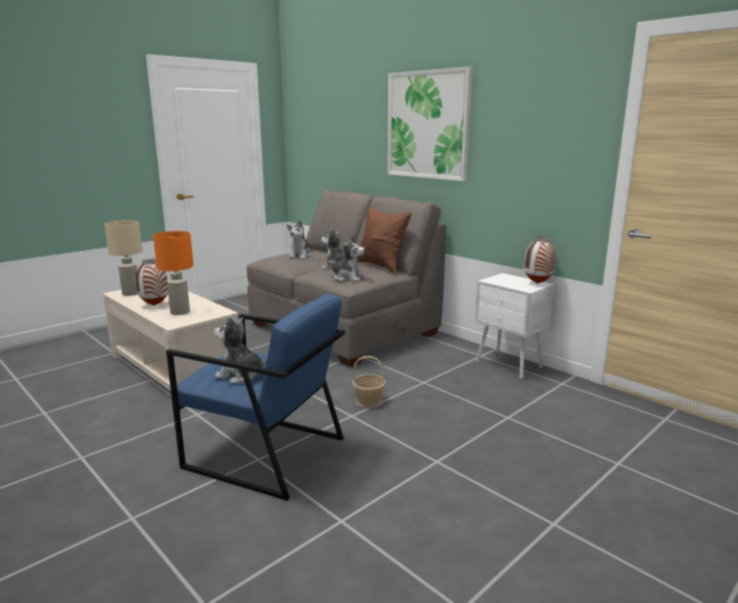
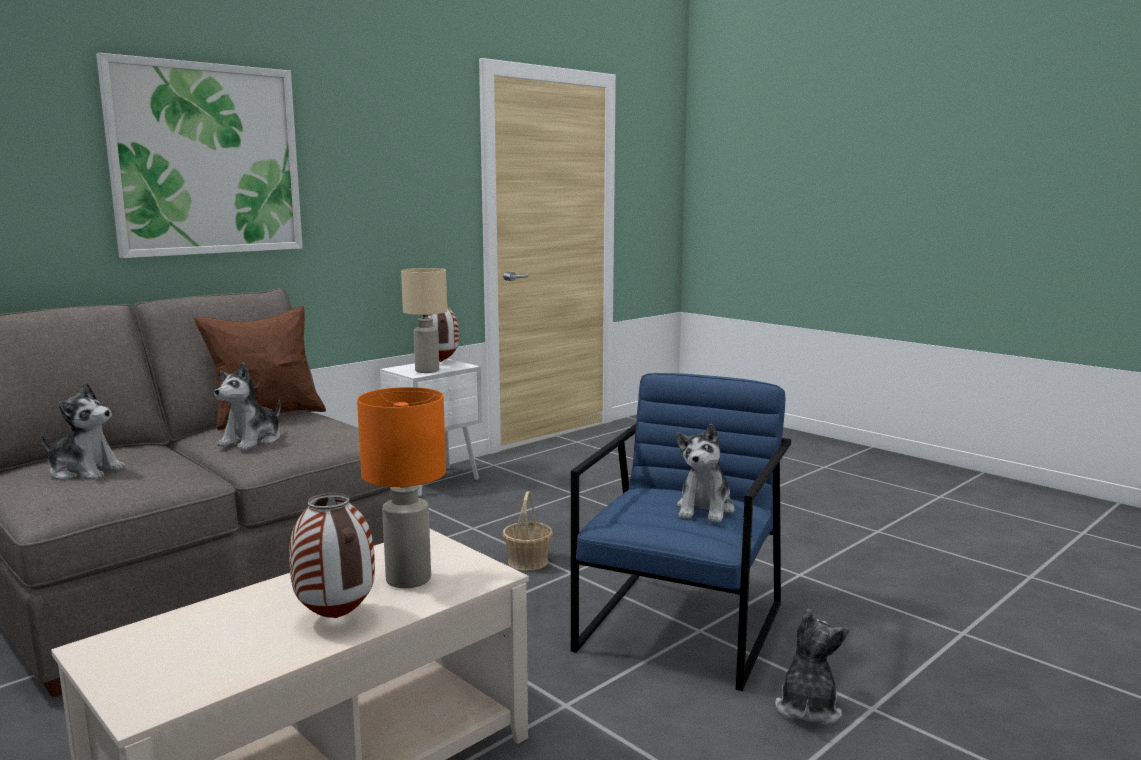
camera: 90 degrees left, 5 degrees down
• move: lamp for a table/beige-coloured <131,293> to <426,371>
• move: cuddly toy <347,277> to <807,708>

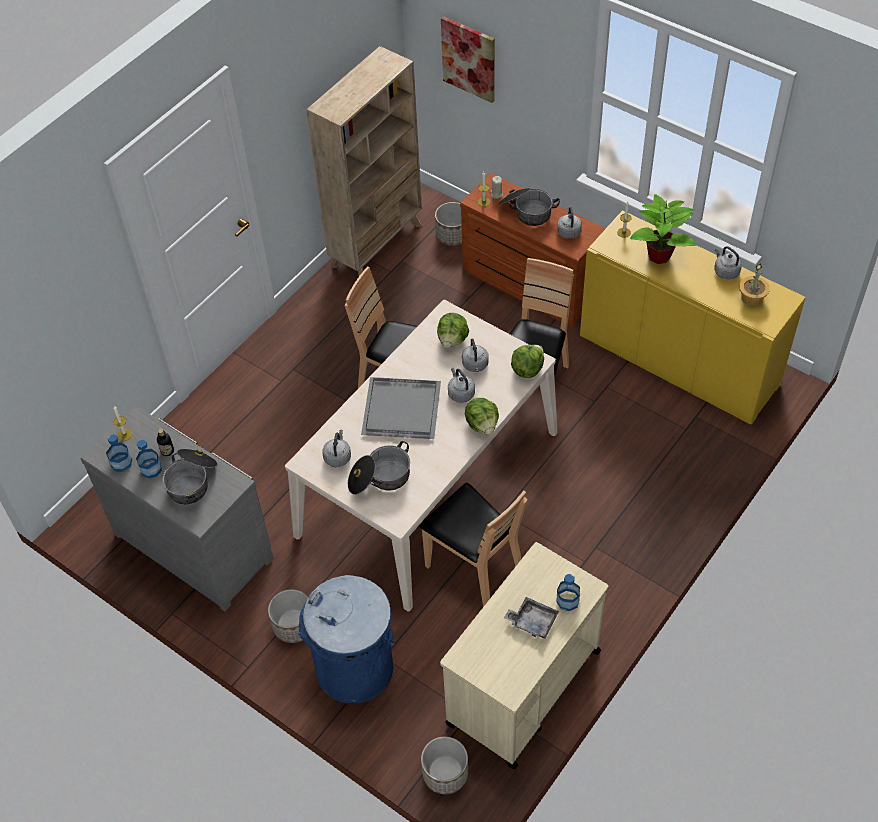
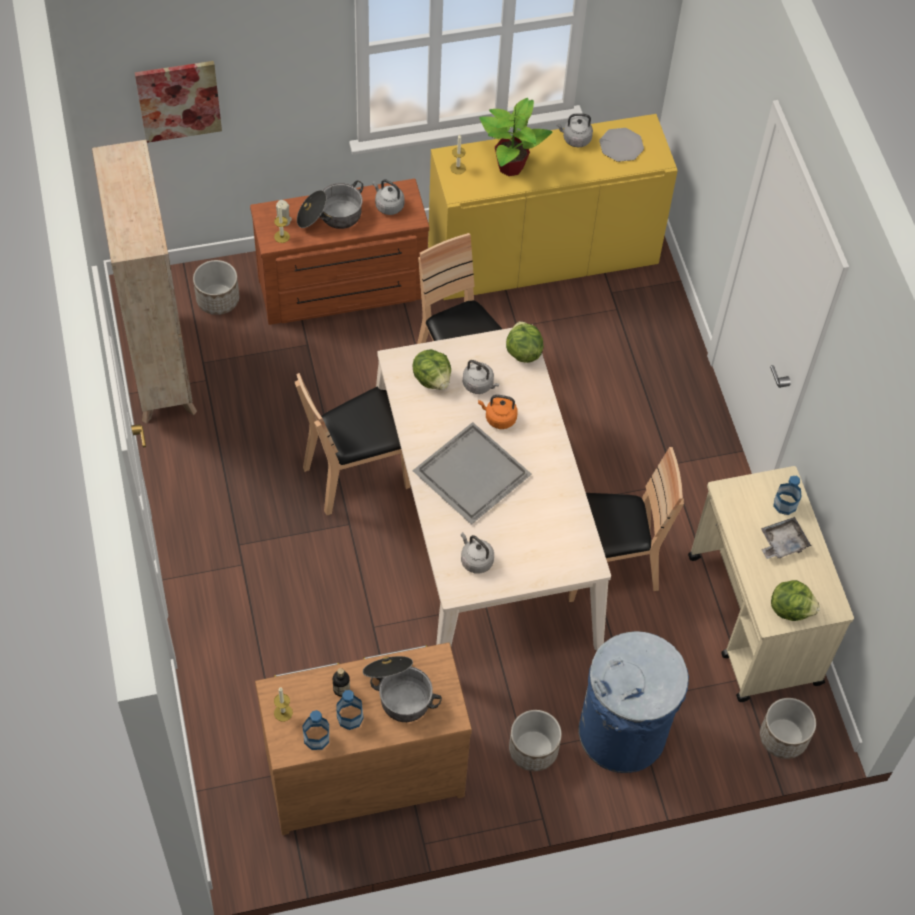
camera: 55 degrees left, 5 degrees up
• replace: houseplant <752,298> to plate <621,146>
• recolor: water kettle/greyish <460,393> to water kettle/orange-coloured <498,418>
• move: lettuce head <482,424> to <790,609>
• recolor: drawer chest/greyish <195,543> to drawer chest/brownish <362,769>
• delete: stockpot <380,478>

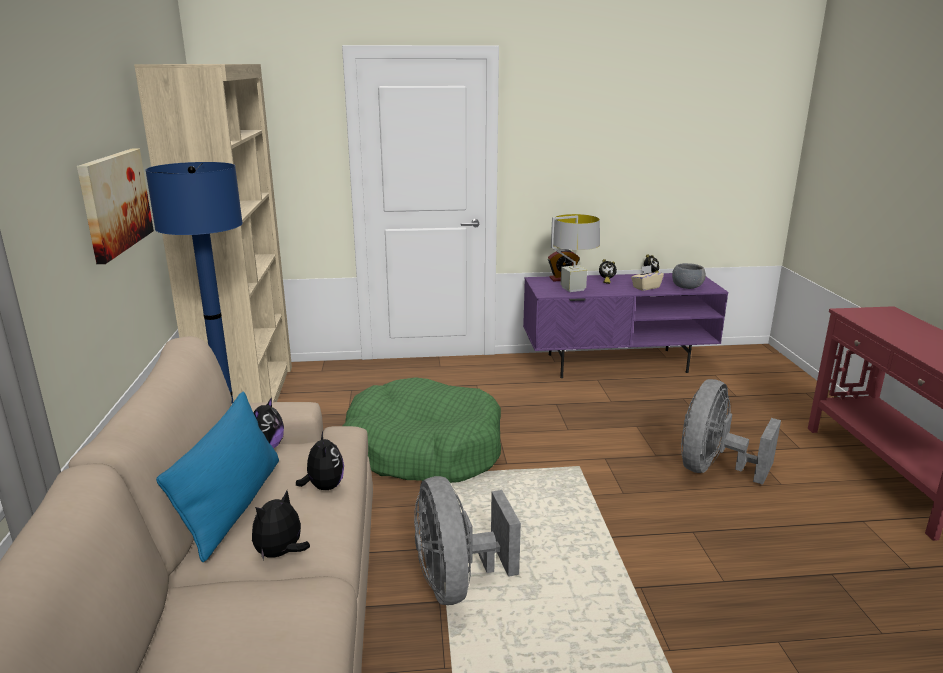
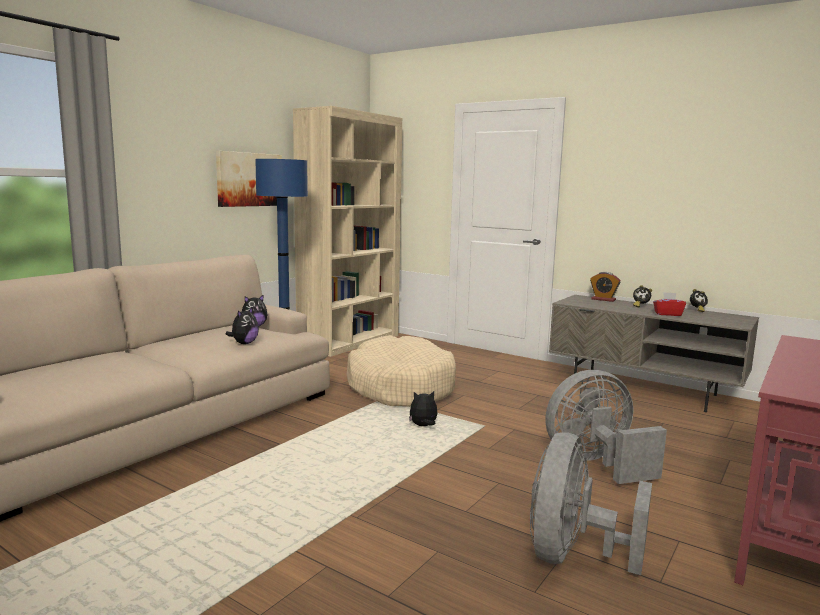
camera: 40 degrees right, 10 degrees down
• delete: lamp for a table/greyish <572,289>
• delete: serving bowl/greyish <687,287>
• recolor: tissue box/beige-coloured <646,287> to tissue box/red <667,314>
• recolor: tv stand/purple <617,363> to tv stand/greyish <644,390>
• recolor: dog bed/greenish <423,449> to dog bed/beige-coloured <400,387>
• delete: pillow/bluish <233,505>
• move: electric fan/greyish <457,582> to <573,555>
• move: cuddly toy <281,554> to <423,426>

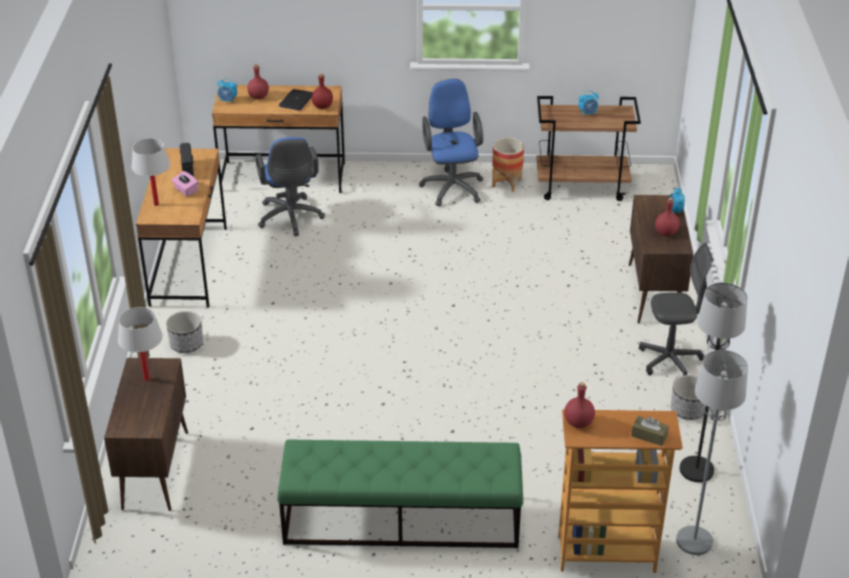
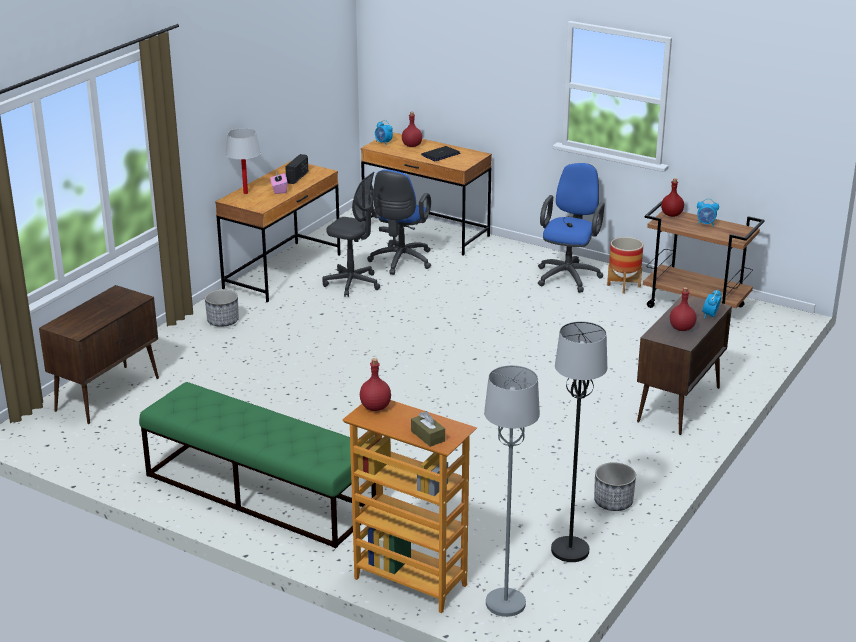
camera: 30 degrees right, 10 degrees down
• move: bottle/red <323,106> to <672,215>
• move: desk chair/greyish <670,360> to <352,284>
• delete: lamp for a table/whitish <146,378>

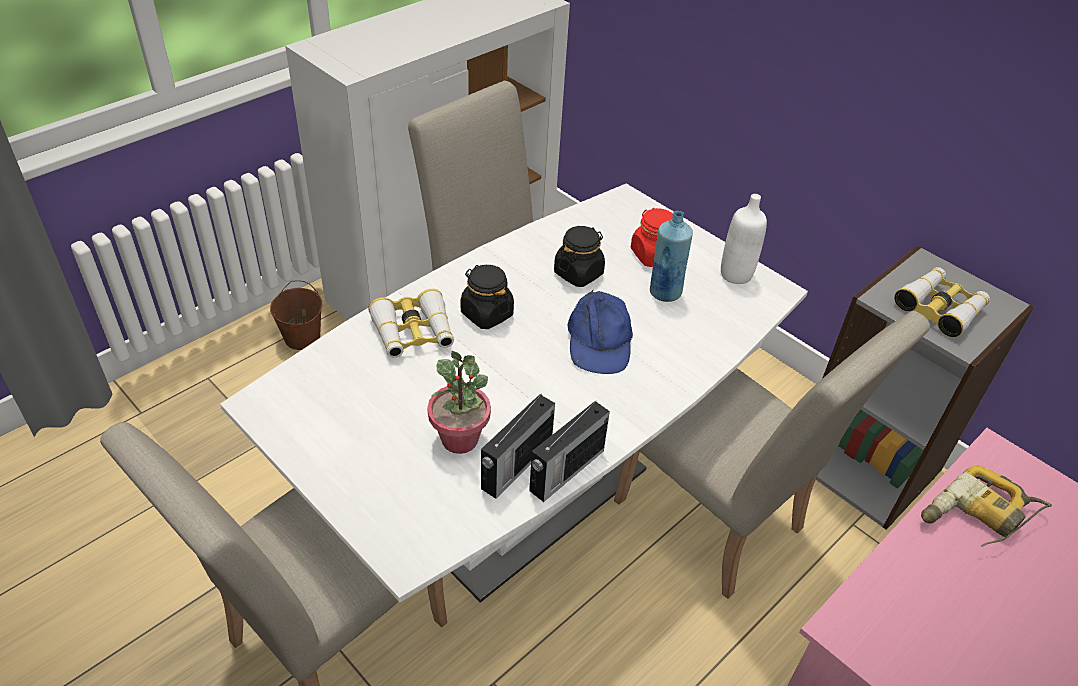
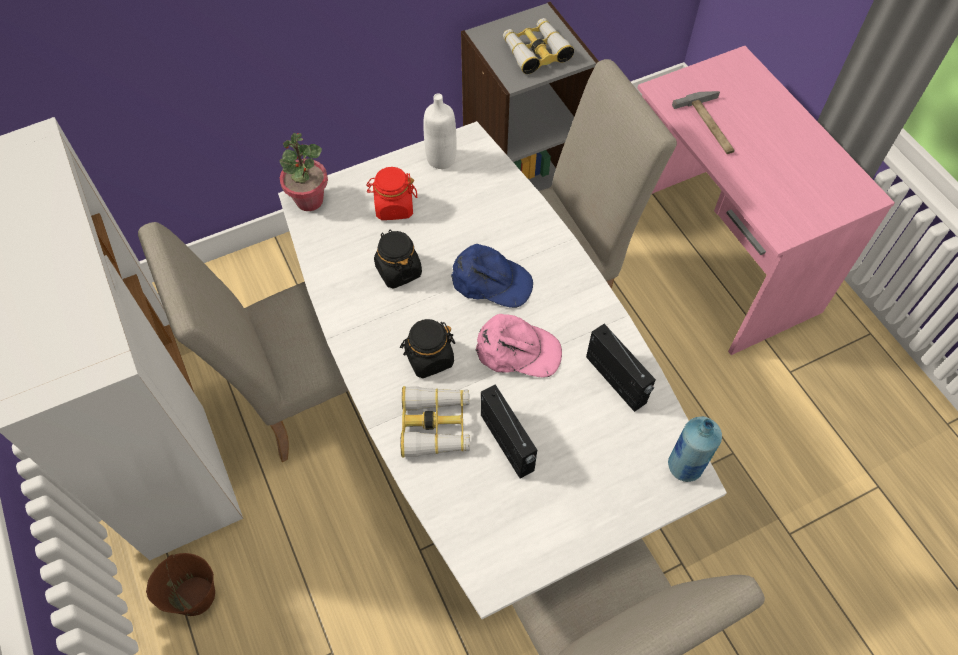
camera: 70 degrees left, 15 degrees up
• move: bottle/bluish <664,292> to <684,467>
• move: houseplant <460,439> to <309,200>
• move: radio <565,471> to <507,444>
• replace: electric drill <978,517> to tool hammer <711,126>
• insert: baseball cap/pink <518,351>

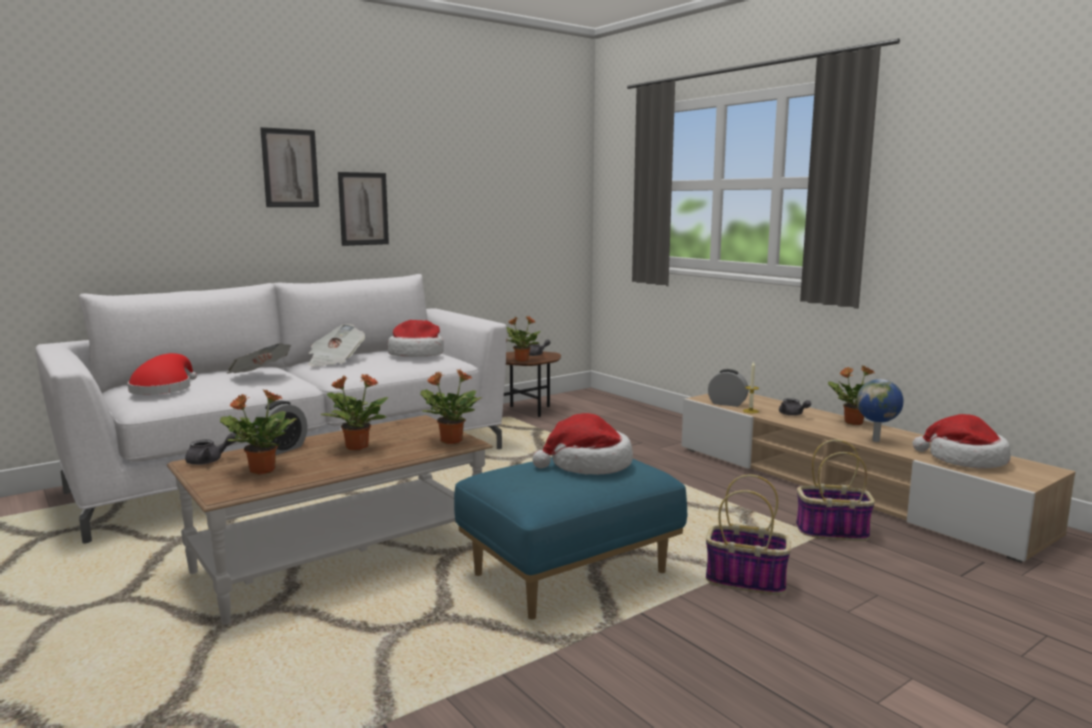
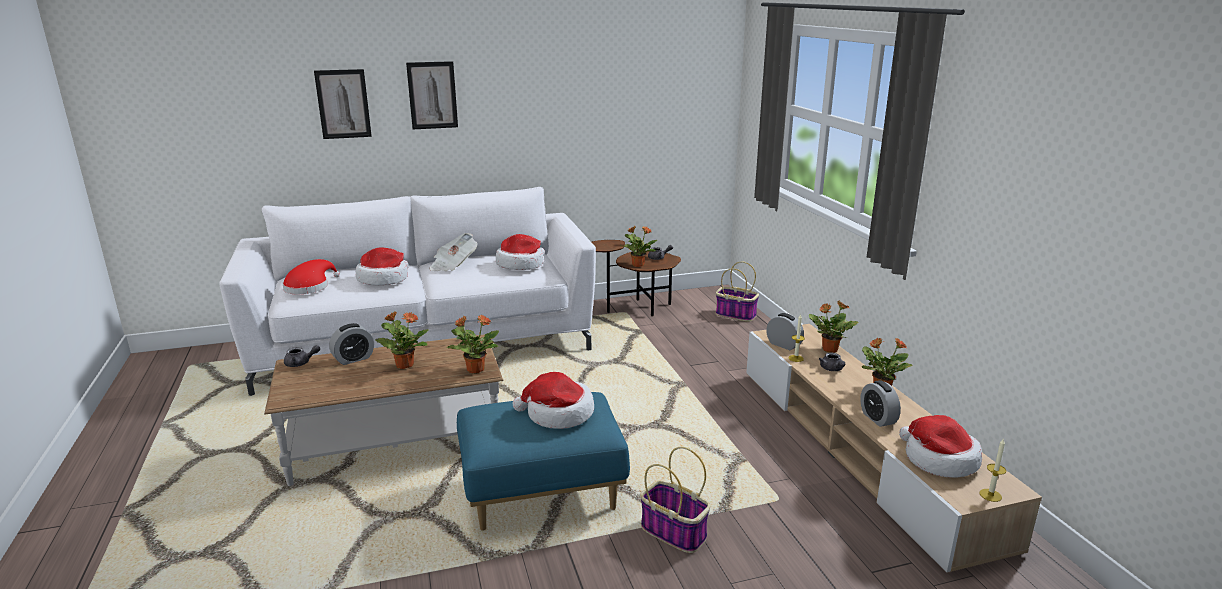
camera: 20 degrees right, 10 degrees up
• move: wall picture <363,209> to <343,104>
• replace: printed paper <260,376> to hat <384,279>
• replace: desk globe <877,441> to table clock <877,418>
• move: houseplant <261,470> to <829,349>
• move: household basket <831,532> to <734,315>
• insert: wax light <990,495>

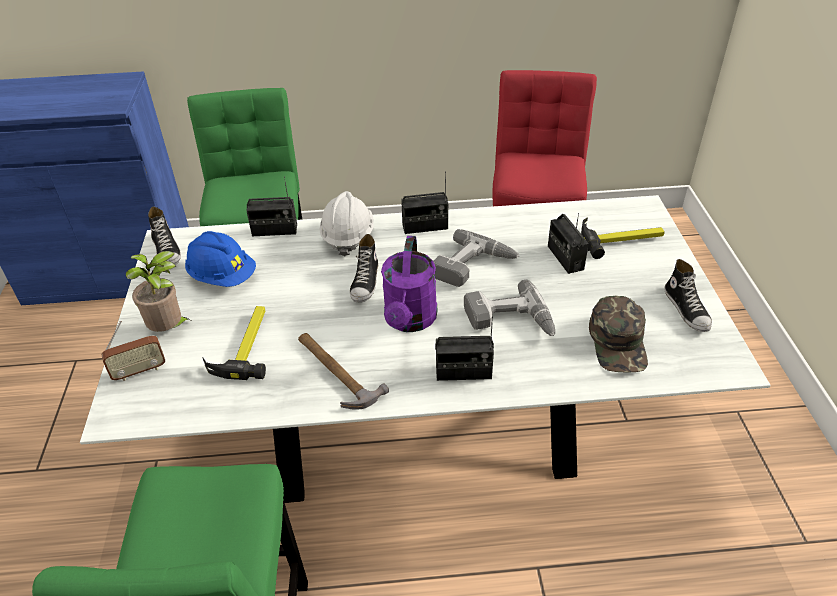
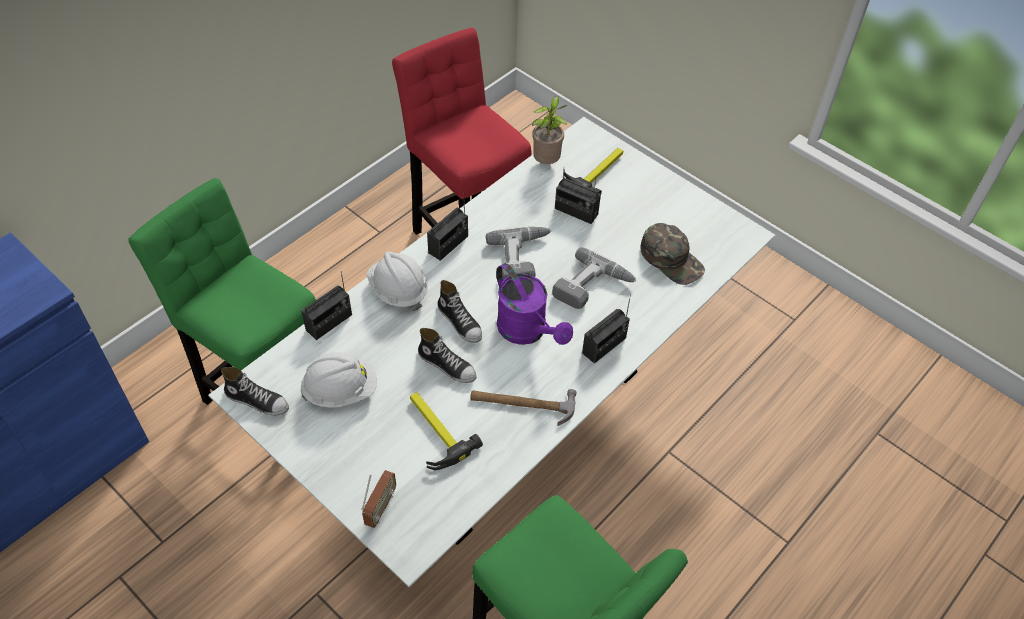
camera: 45 degrees left, 10 degrees up
• recolor: work helmet/bluish <223,277> to work helmet/whitish <340,391>
• move: houseplant <170,329> to <547,162>
• move: low shoe <687,310> to <447,365>

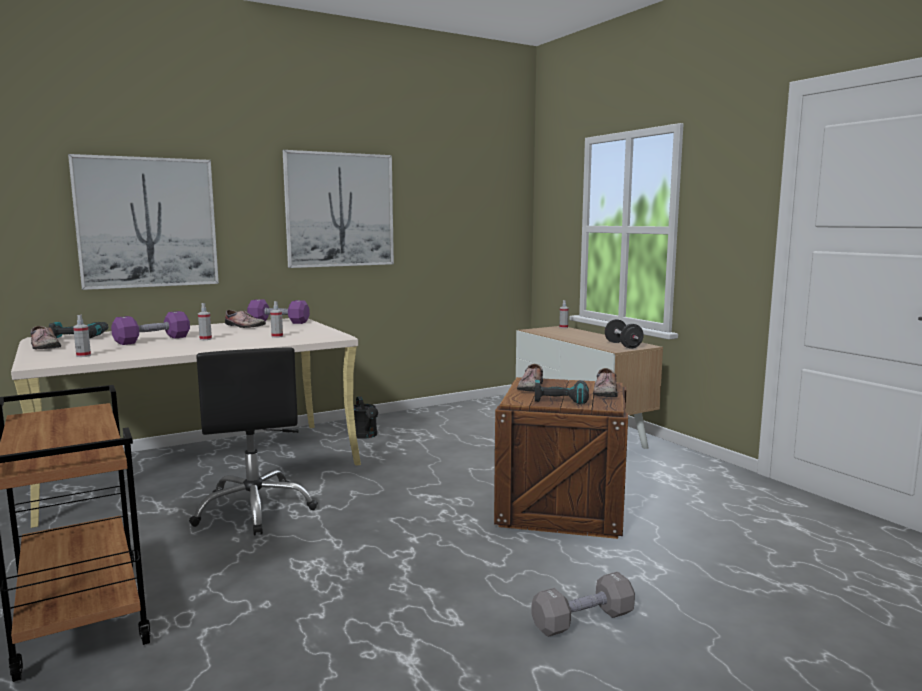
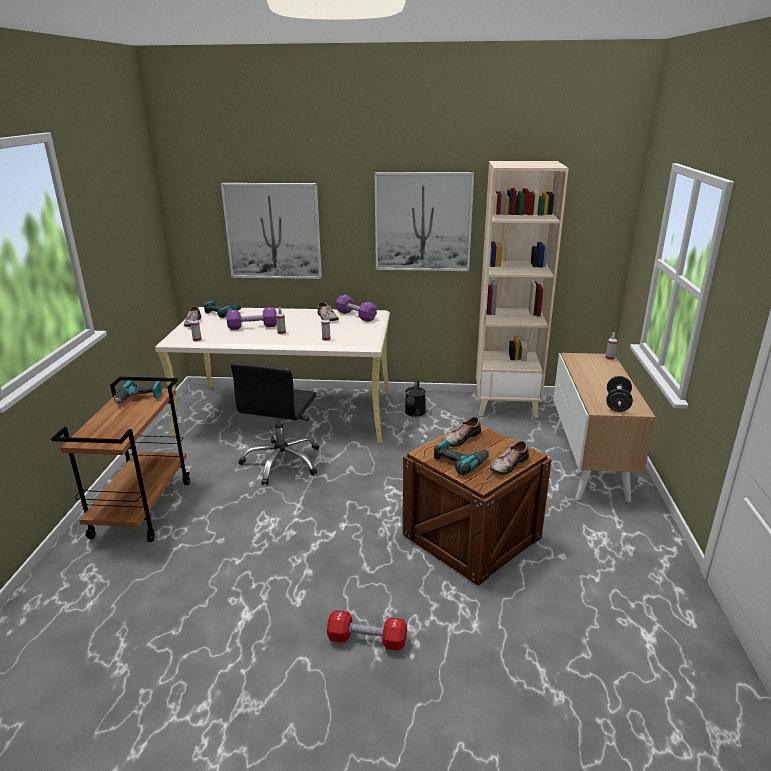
camera: 35 degrees right, 15 degrees up
• recolor: dumbbell/greyish <583,621> to dumbbell/red <367,640>
• insert: shelving unit/beige-coloured <506,405>
• insert: electric drill <139,398>

